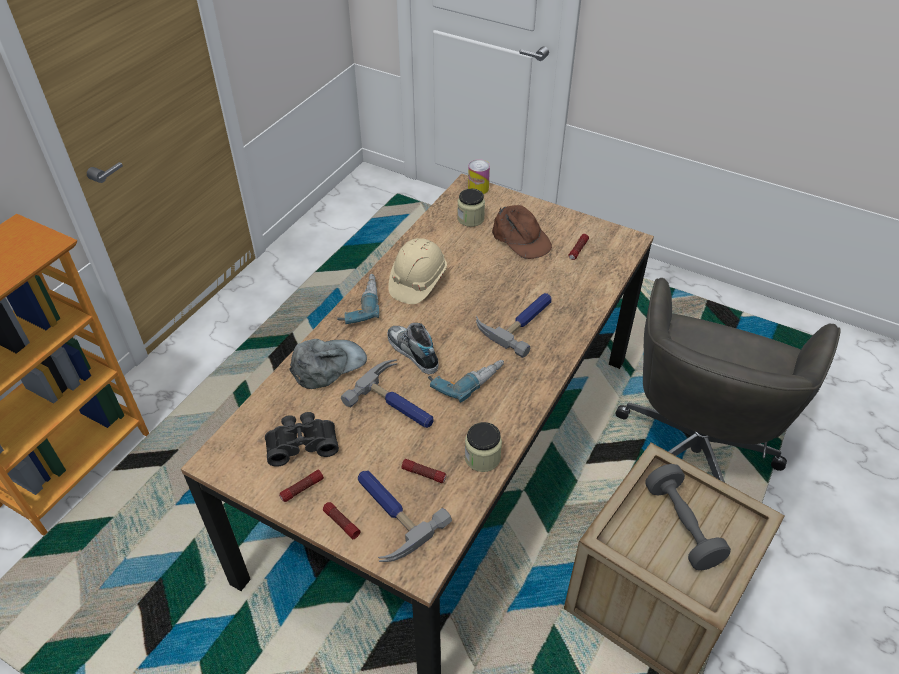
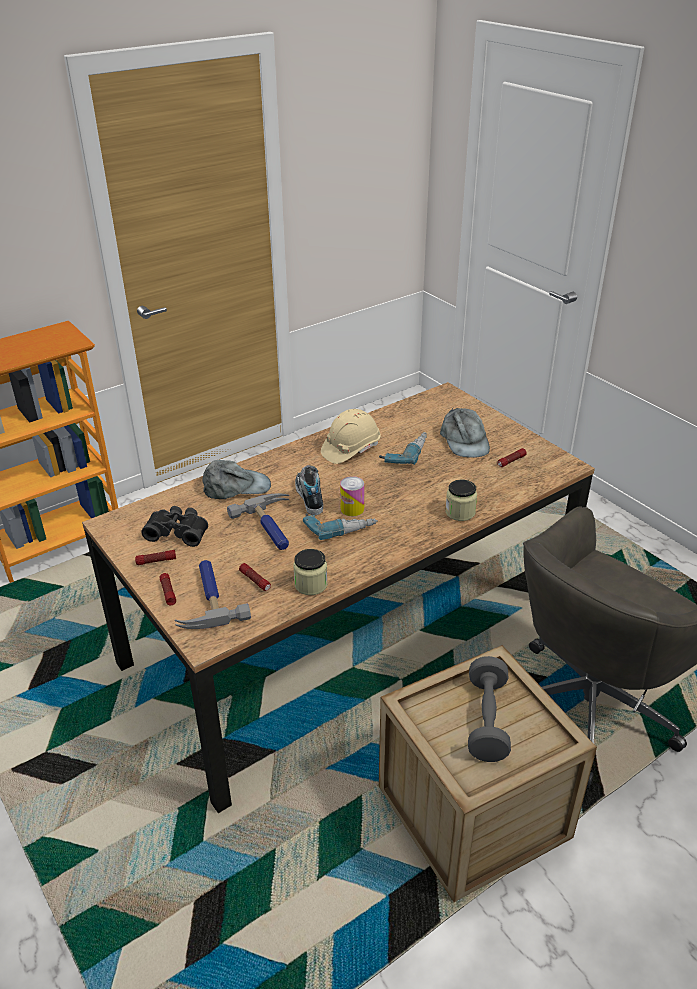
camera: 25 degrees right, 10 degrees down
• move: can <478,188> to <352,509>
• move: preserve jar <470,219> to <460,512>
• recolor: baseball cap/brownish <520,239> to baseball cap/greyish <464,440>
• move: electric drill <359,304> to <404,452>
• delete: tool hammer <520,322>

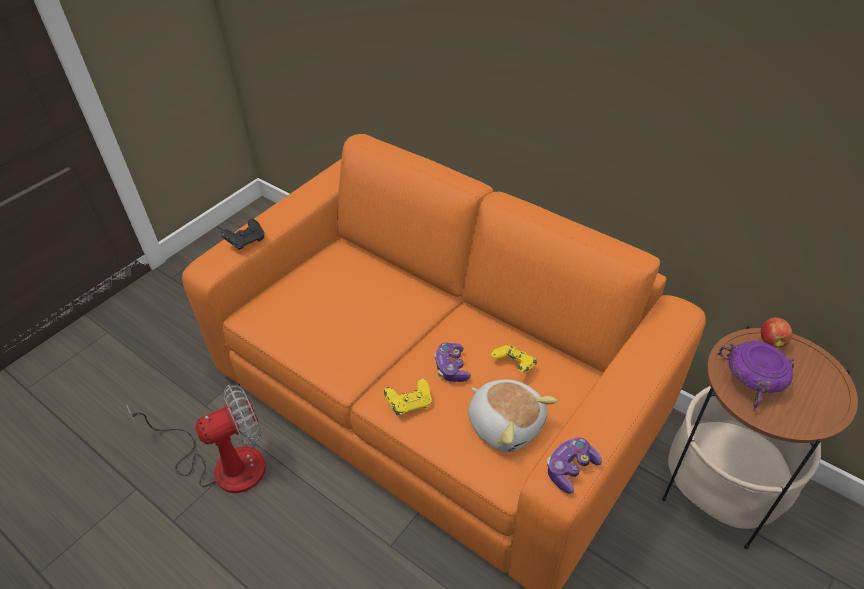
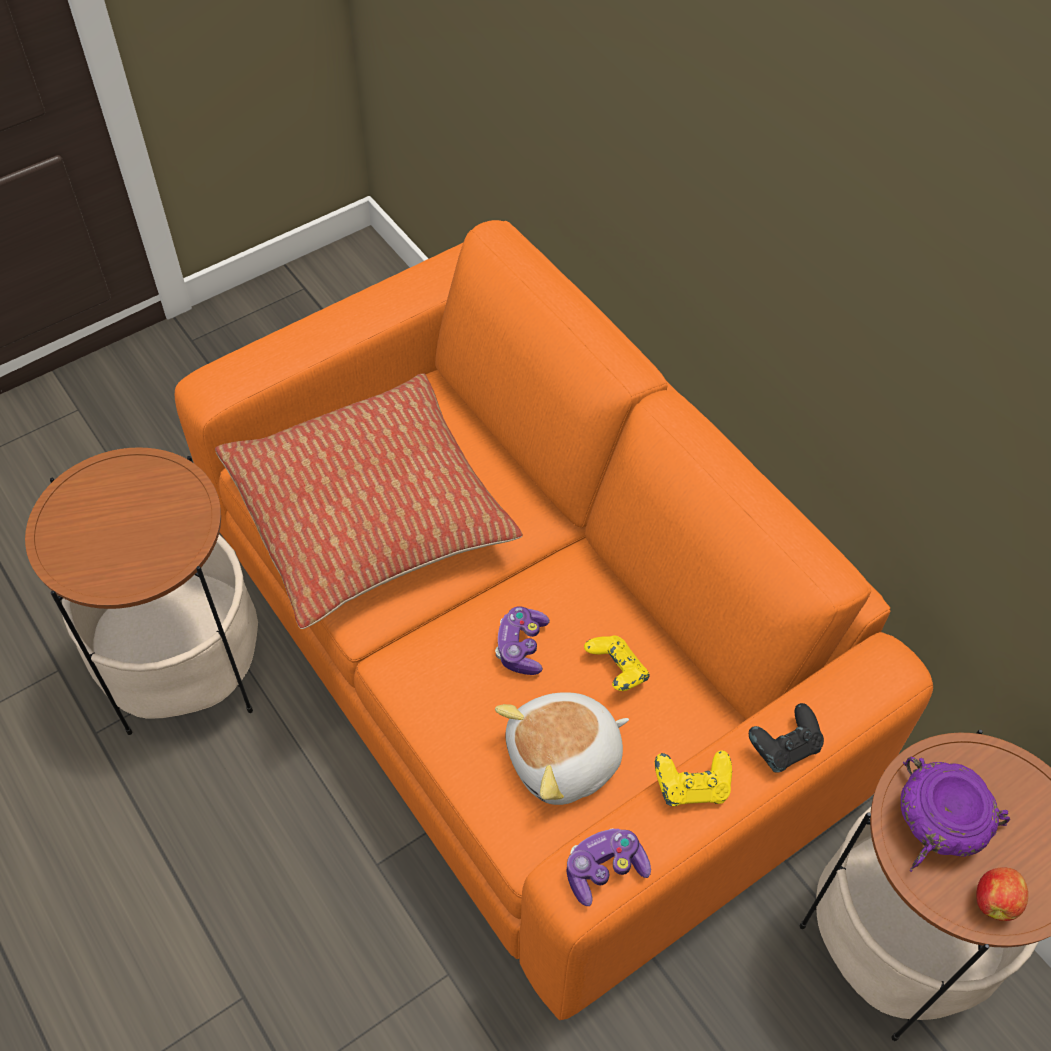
camera: 15 degrees right, 10 degrees up
• move: gamepad/black-coloured <246,242> to <784,747>
• move: whole apple <771,341> to <995,900>
• move: gamepad/yellow-coloured <409,404> to <691,786>
• rotate: cuddly toy <505,423> = <565,760> 90 degrees clockwise
• replace: electric fan <224,464> to accent table <185,670>
• insert: pillow <370,516>

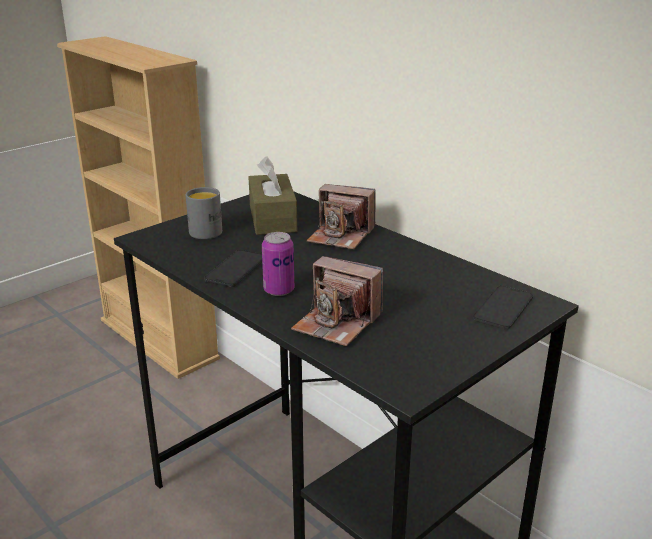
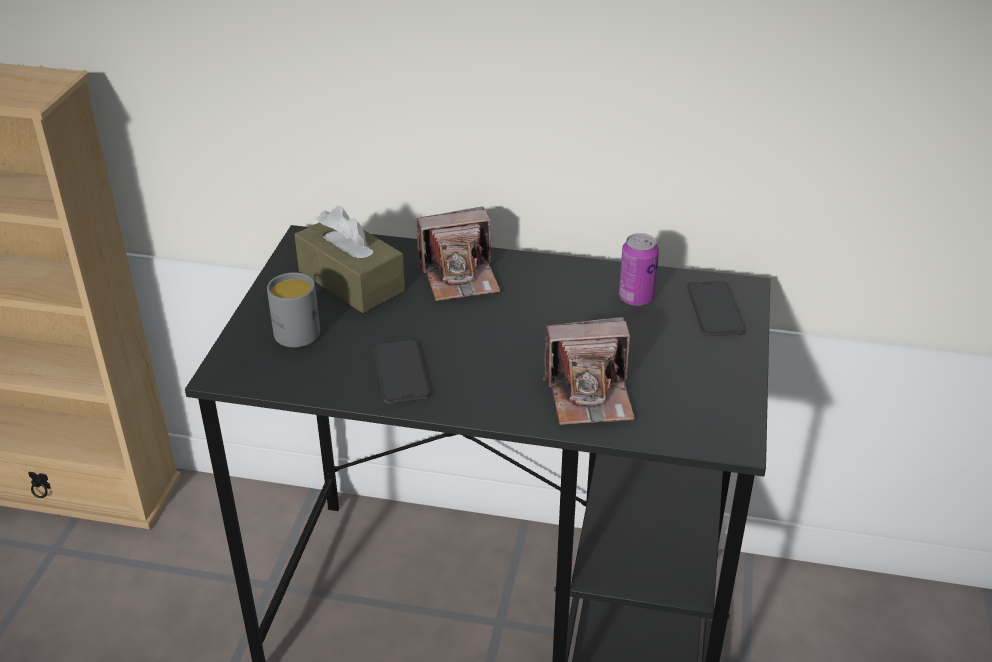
camera: 35 degrees left, 10 degrees up
• move: can <279,290> to <636,298>

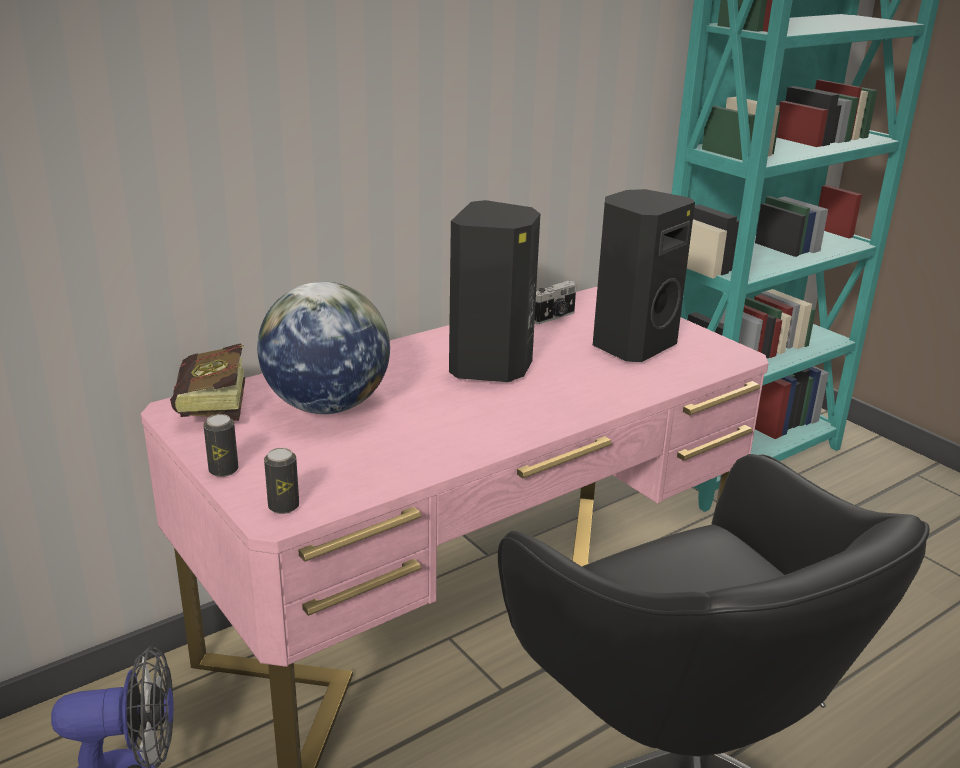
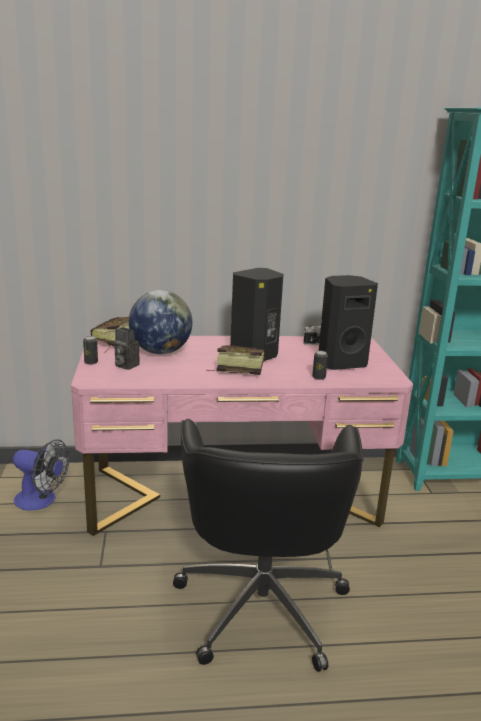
camera: 30 degrees right, 5 degrees down
• move: can <283,506> to <318,377>
• insert: still camera <125,365>
• insert: bound book <234,370>

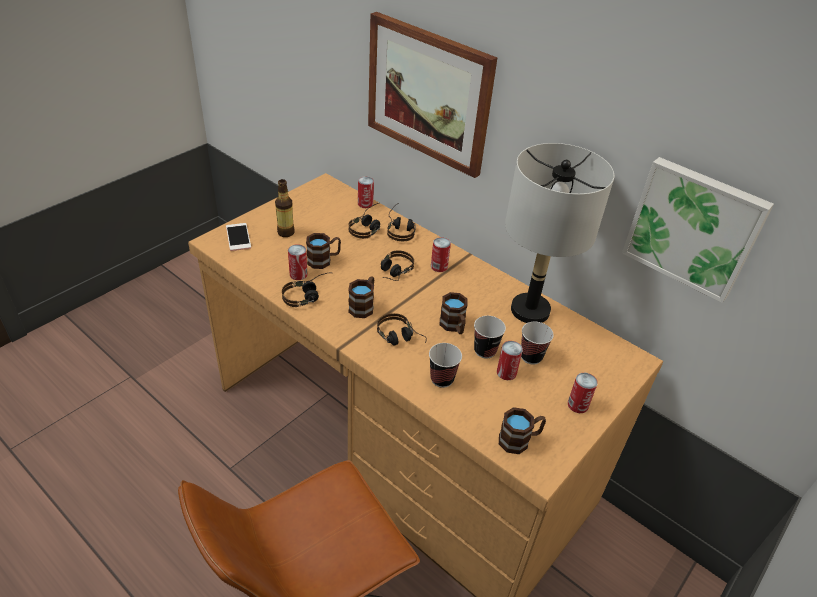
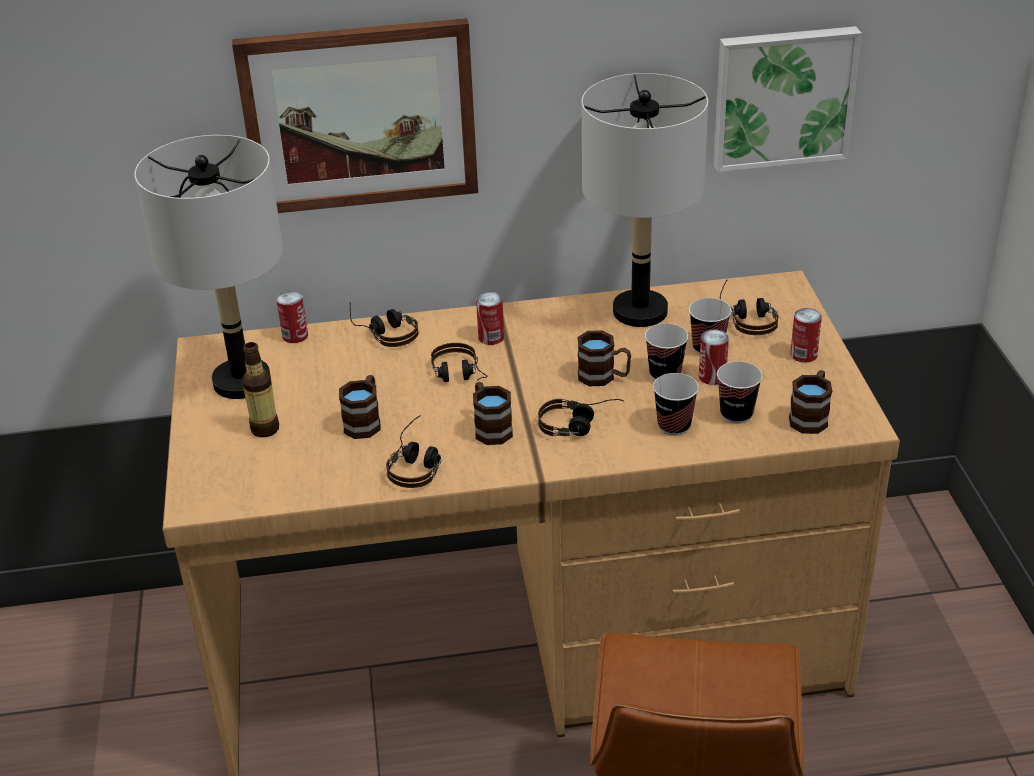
camera: 45 degrees left, 5 degrees down
• move: pair of headphones <368,227> to <747,317>
• delete: handset <238,237>
• delete: can <298,274>
• insert: lamp for a table/greyish <241,382>
• insert: drinking cup <736,414>

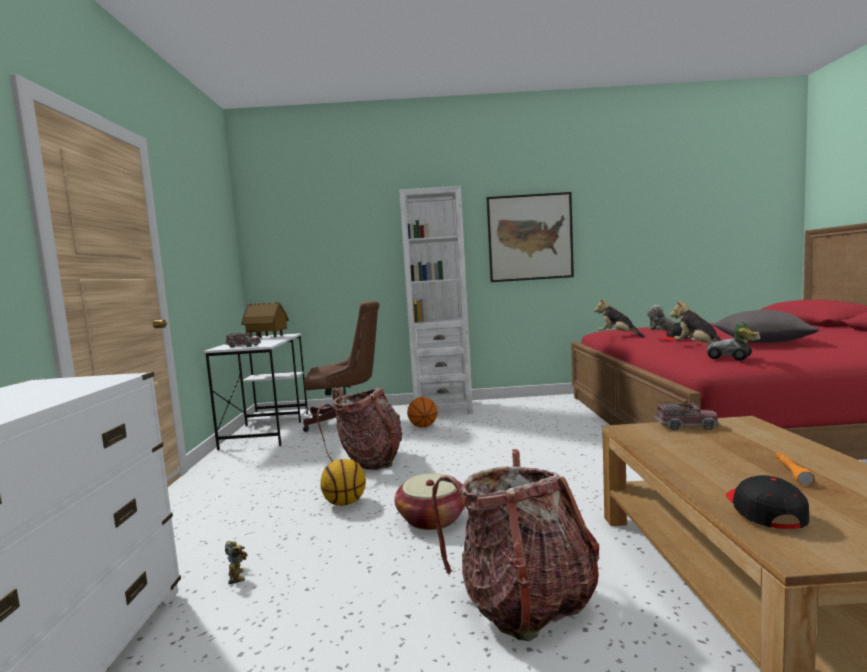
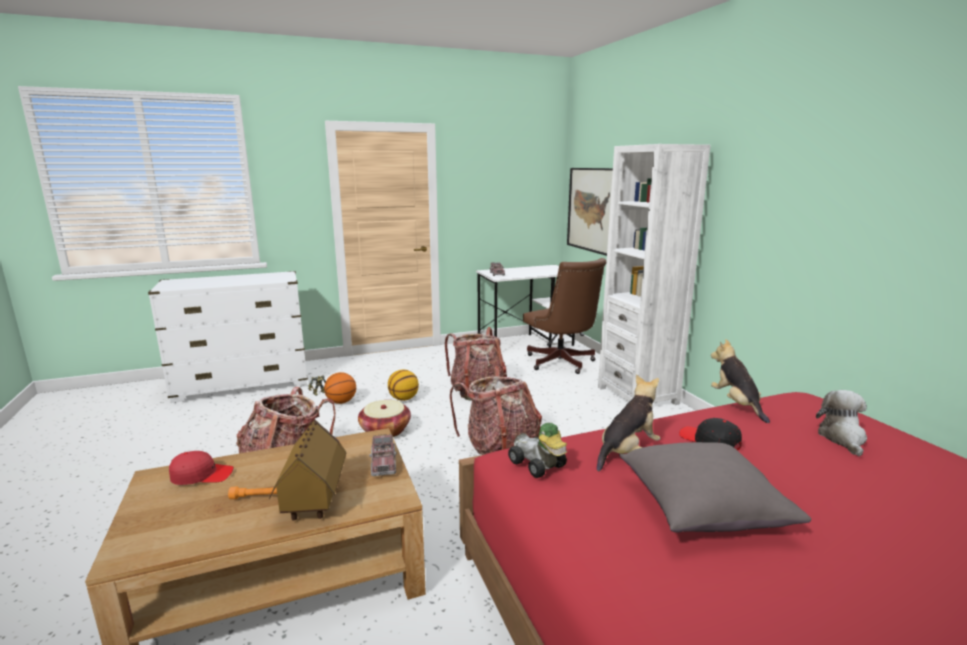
camera: 70 degrees right, 10 degrees up
• move: wall picture <530,237> to <592,210>
• rotate: cuddly toy <618,335> = <736,404> 45 degrees counterclockwise
• move: model house <266,337> to <313,501>
• rotate: miniature car <732,358> = <538,466> 60 degrees counterclockwise
• move: basketball ball <423,426> to <341,402>
• recolor: baseball cap/black-coloured <763,511> to baseball cap/red <202,475>
• insert: knapsack <499,448>

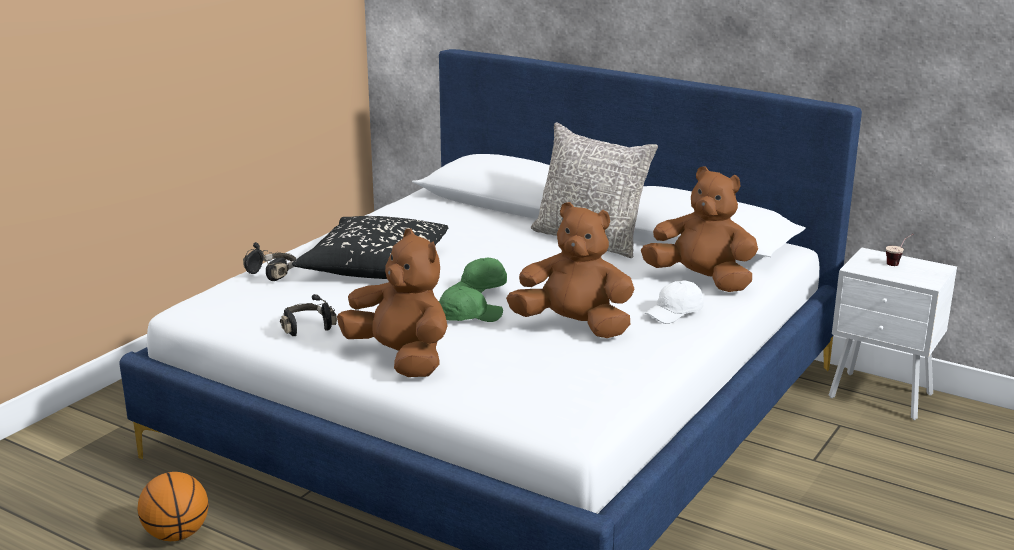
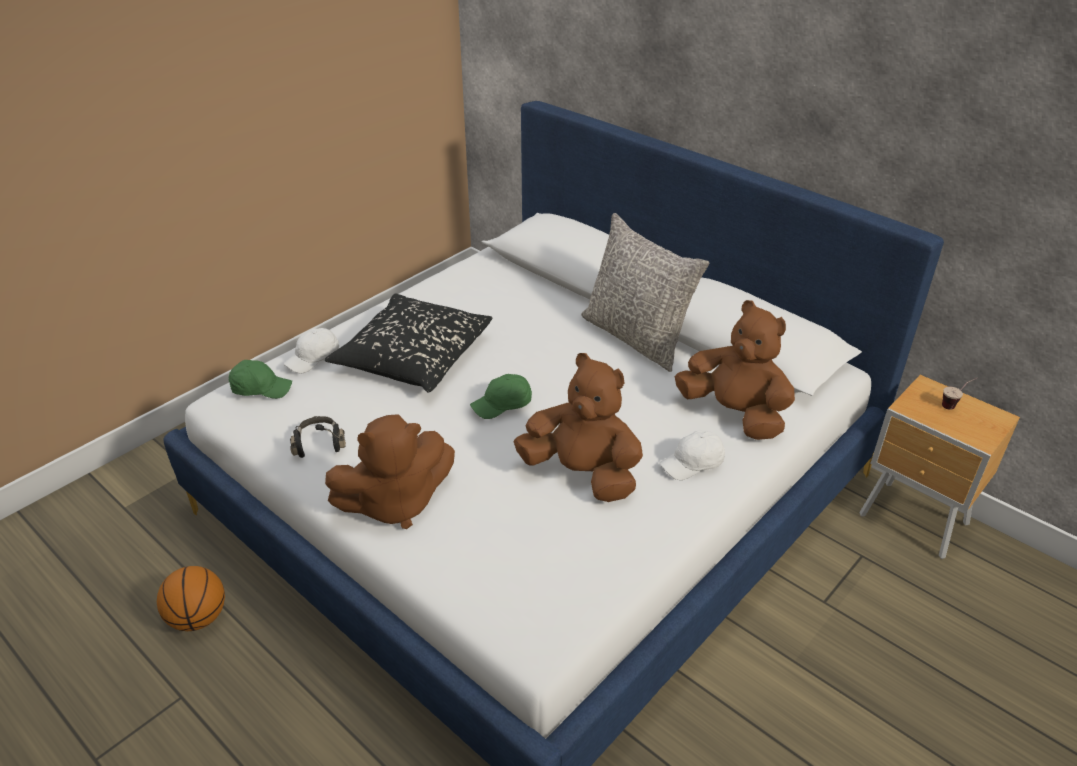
camera: 10 degrees right, 15 degrees up
• rotate: cuddly toy/brownish <401,358> = <395,503> 105 degrees clockwise
• replace: pair of headphones/black-coloured <273,273> to baseball cap/whitish <314,358>
• recolor: nightstand/whitish <882,397> to nightstand/brownish <915,522>
• move: baseball cap/greenish <468,316> to <261,388>

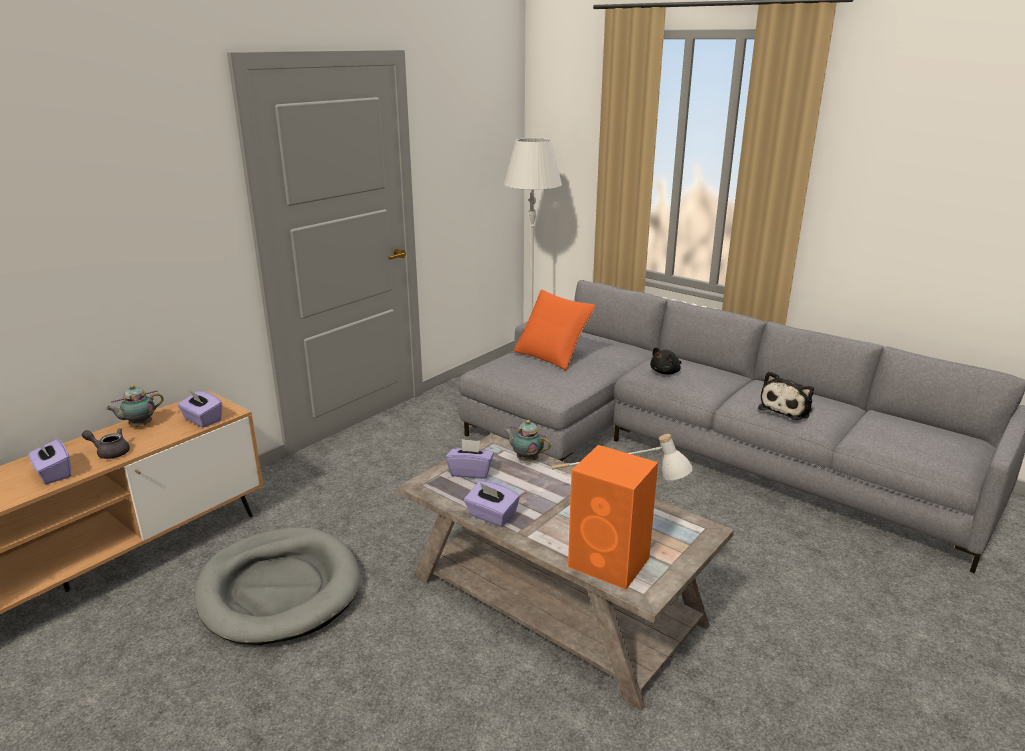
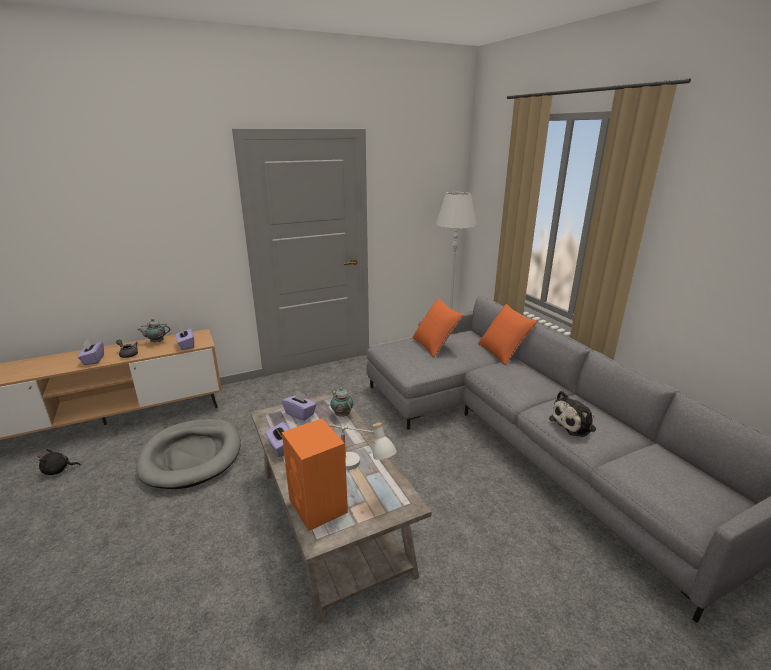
camera: 25 degrees right, 0 degrees up
• move: cuddly toy/black-coloured <666,372> to <58,470>
• insert: pillow/orange-coloured <503,352>

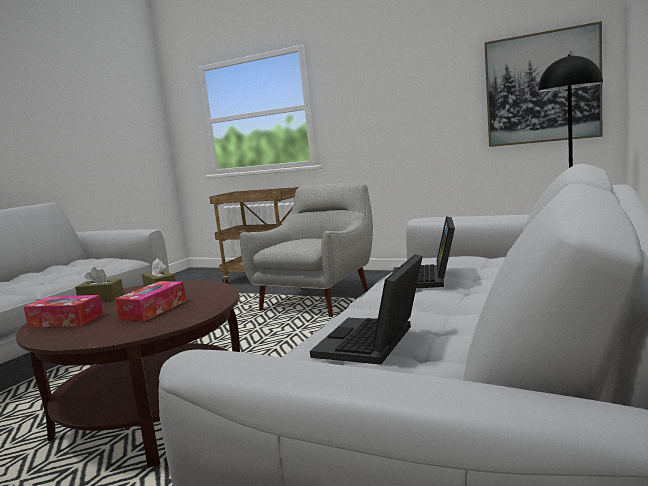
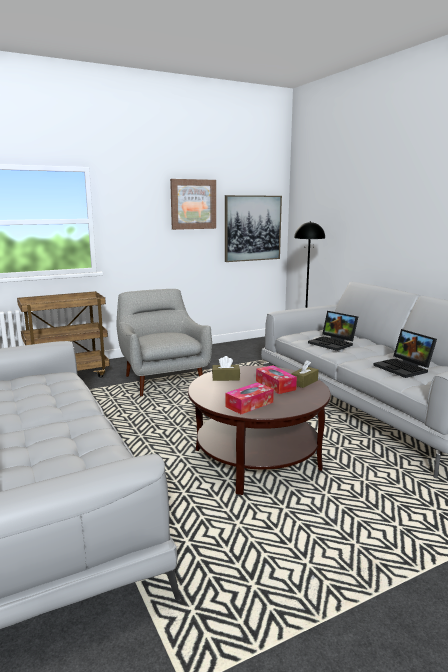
camera: 55 degrees left, 5 degrees up
• move: tissue box/brownish <101,298> to <304,382>
• insert: wall picture <193,204>

